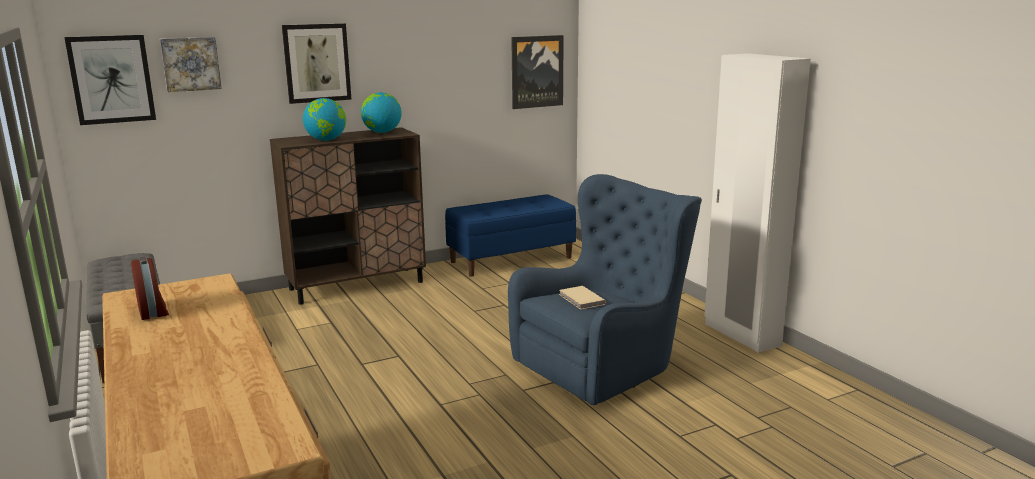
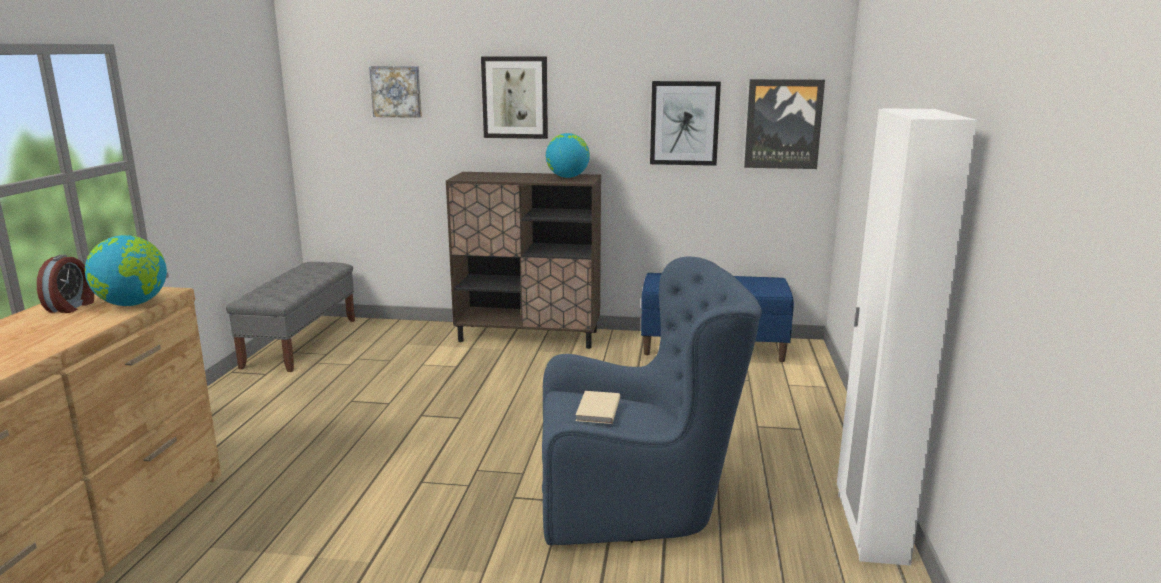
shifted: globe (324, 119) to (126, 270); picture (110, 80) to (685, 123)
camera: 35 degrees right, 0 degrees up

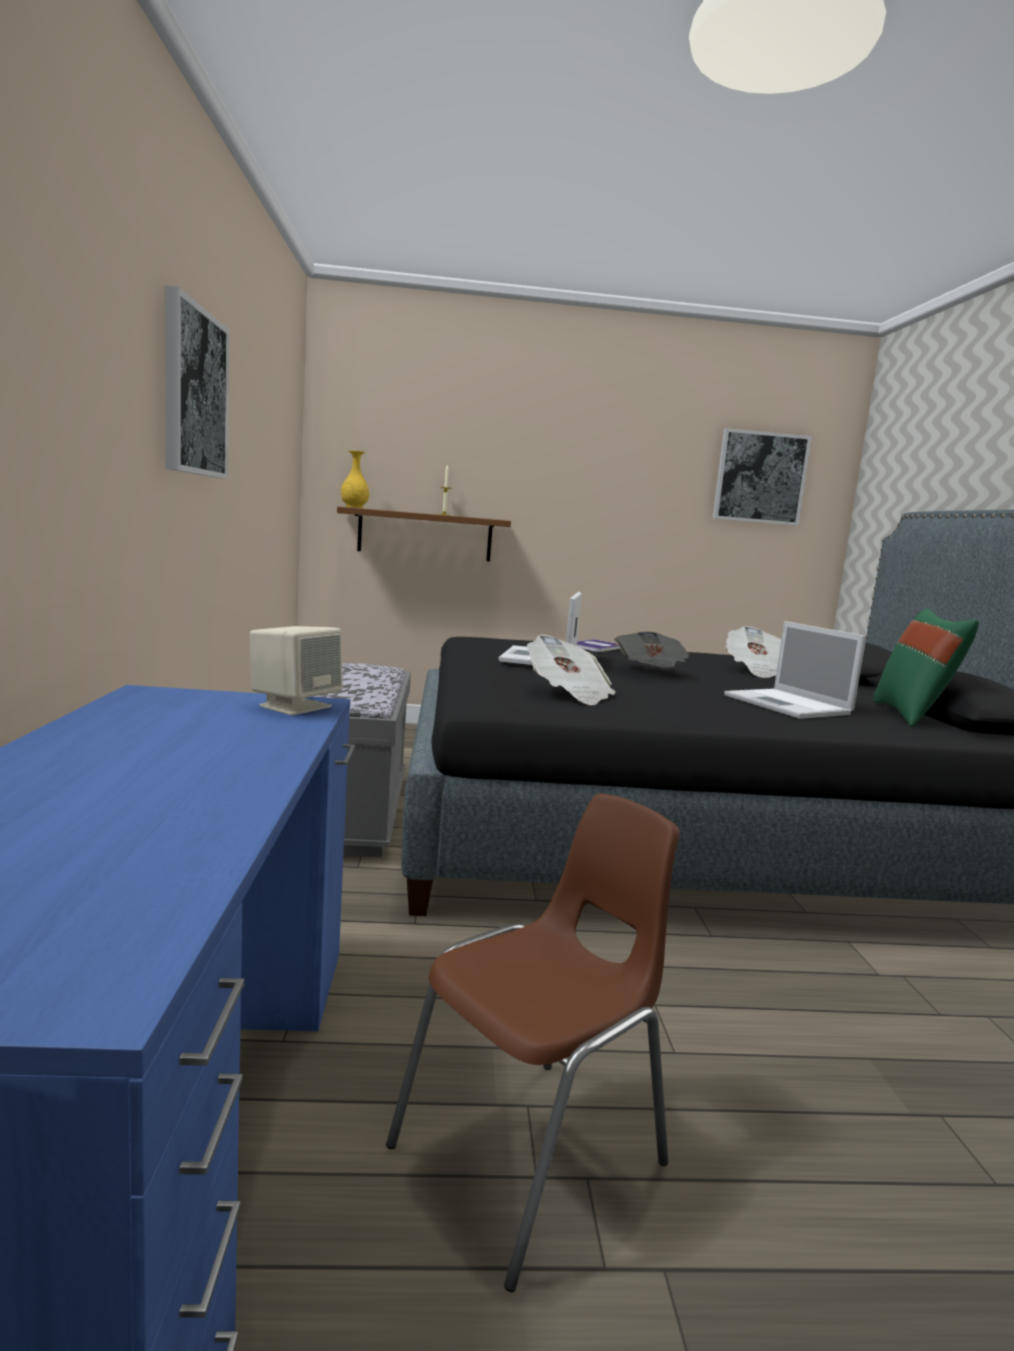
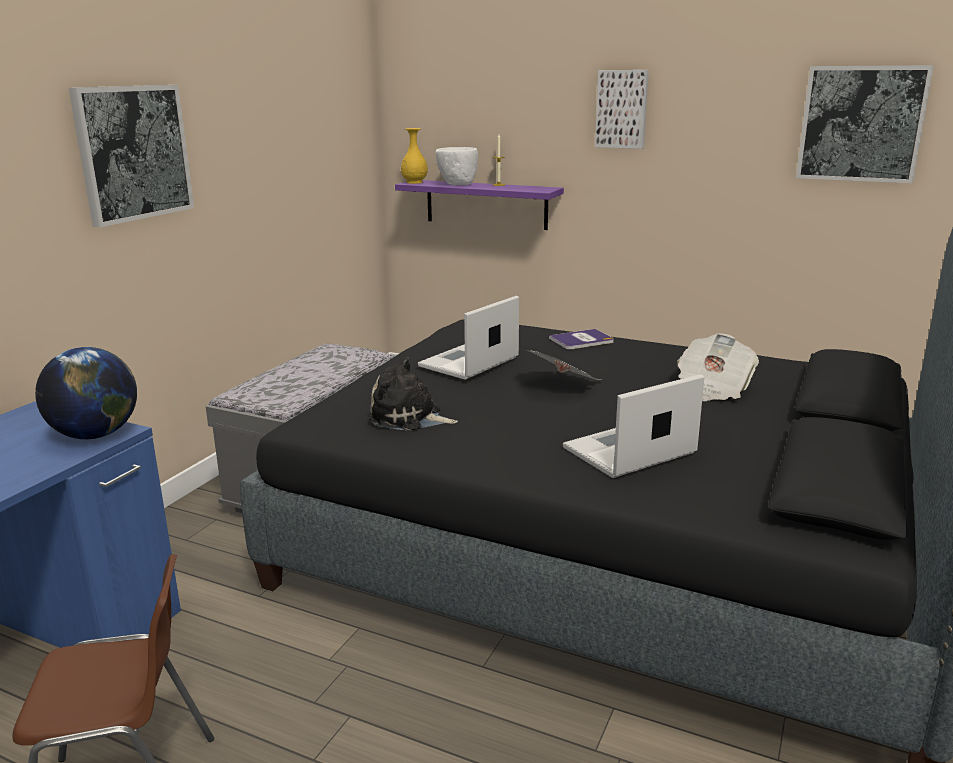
gone: green pillow (926, 667)
new: white bowl (457, 166); picture (622, 109)
swapped: beige speaker (296, 671) to globe (86, 393); newspaper (571, 669) to plush toy (413, 394)
repainted: brown shelf (424, 534) to purple shelf (479, 205)
rotated: laptop (795, 670) = (633, 426) 60 degrees clockwise
camera: 30 degrees right, 10 degrees up

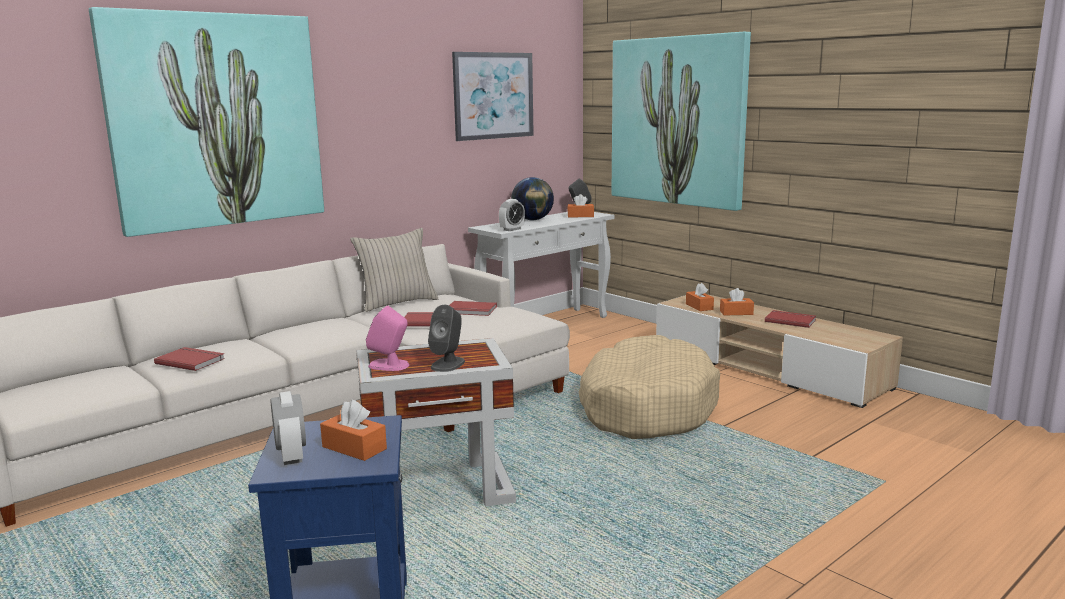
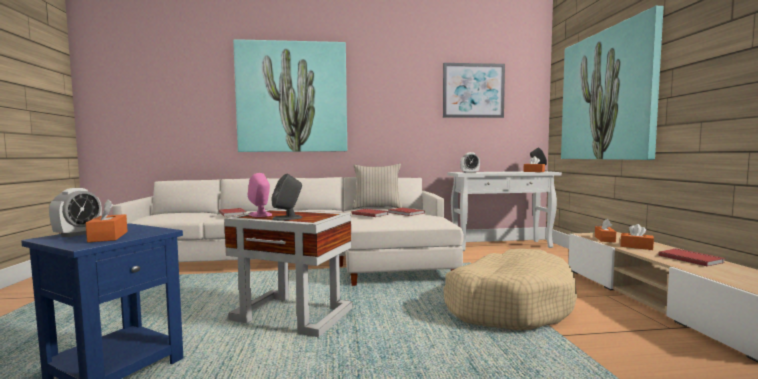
gone: globe (532, 198)
camera: 35 degrees right, 10 degrees down

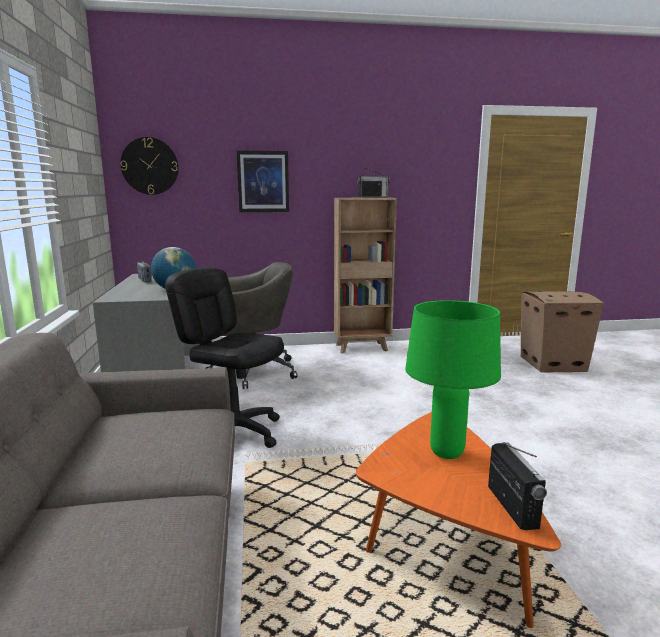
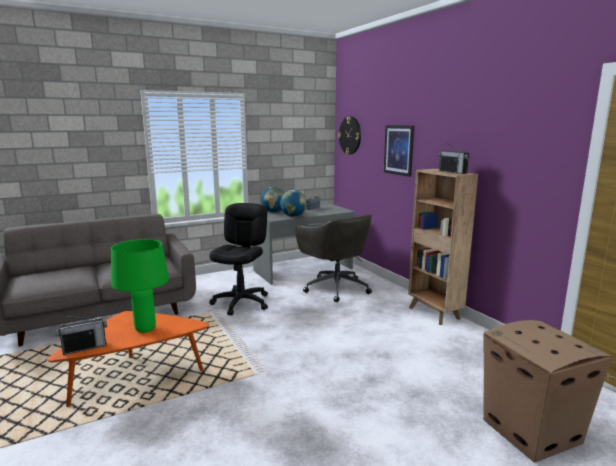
new: globe (272, 199)
camera: 70 degrees right, 0 degrees up

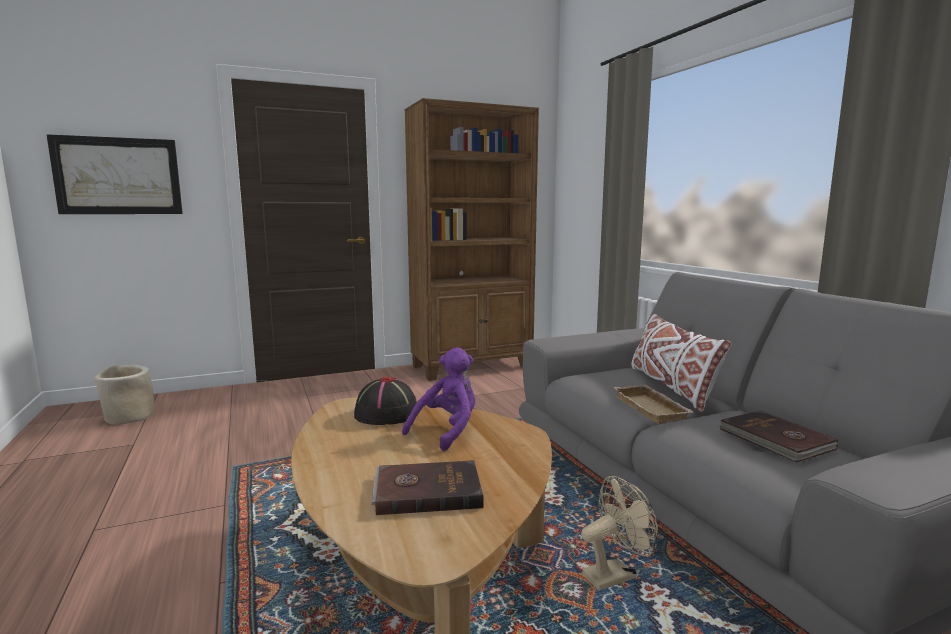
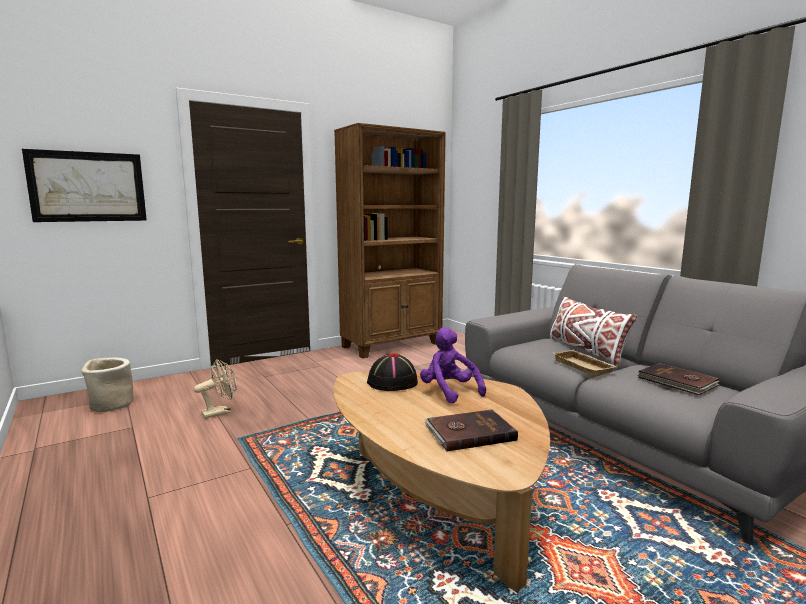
shifted: beige fan (619, 533) to (215, 389)
rotated: purple plush toy (438, 399) = (453, 365) 60 degrees counterclockwise
camera: 10 degrees left, 0 degrees up

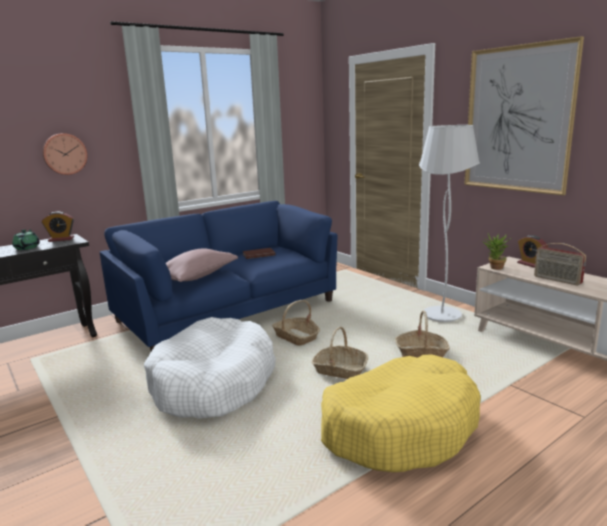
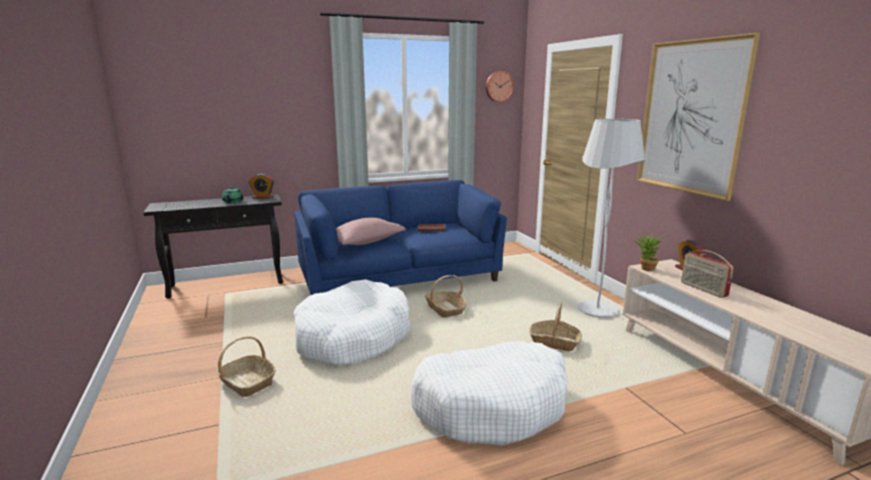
shifted: basket (340, 353) to (246, 366); wall clock (65, 154) to (500, 86)
repainted: yellow dog bed (401, 413) to white dog bed (489, 393)
camera: 15 degrees right, 0 degrees up

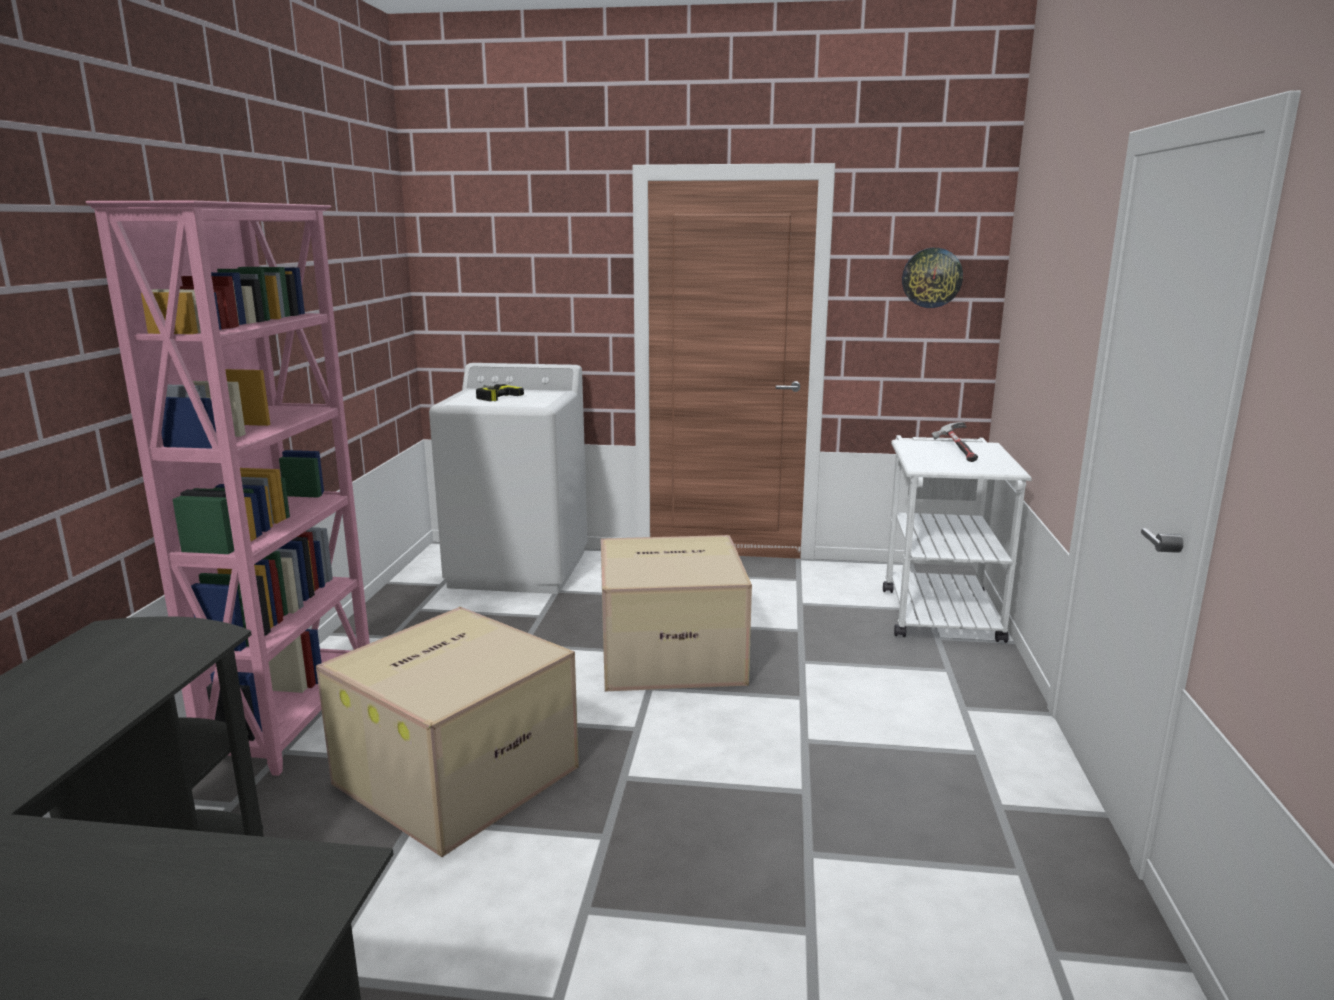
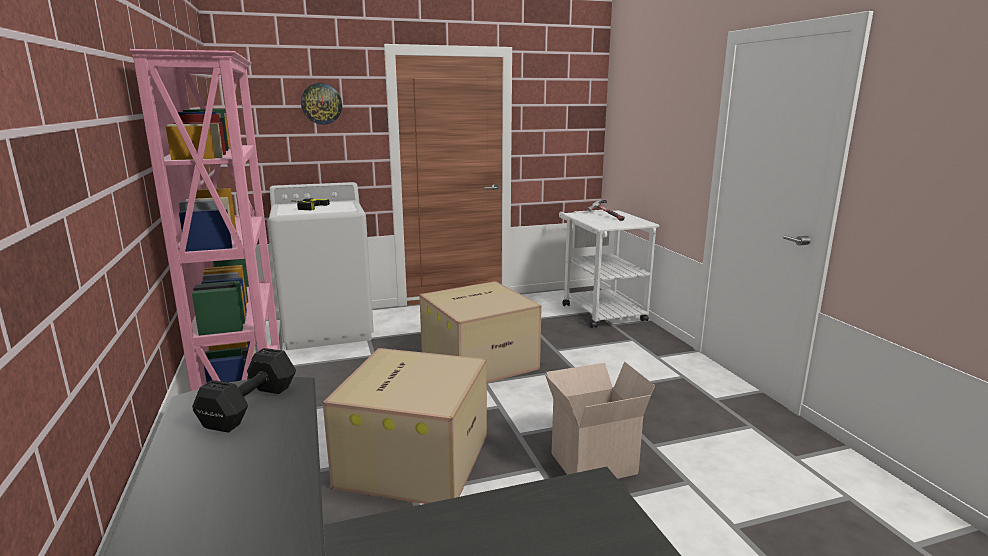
new: black dumbbell (244, 390); cardboard box (600, 420)
shifted: wall clock (932, 278) to (321, 104)
camera: 25 degrees left, 0 degrees up

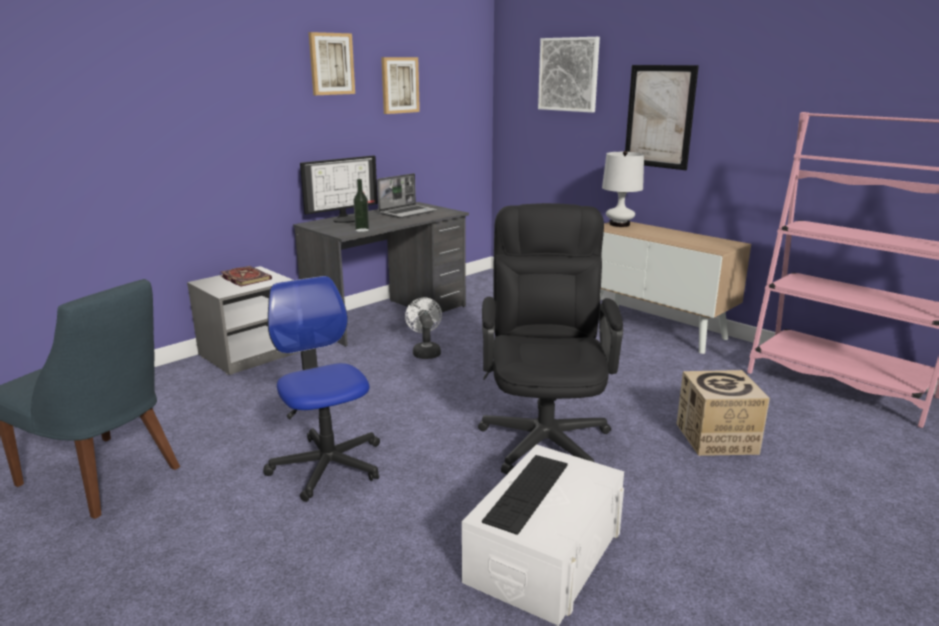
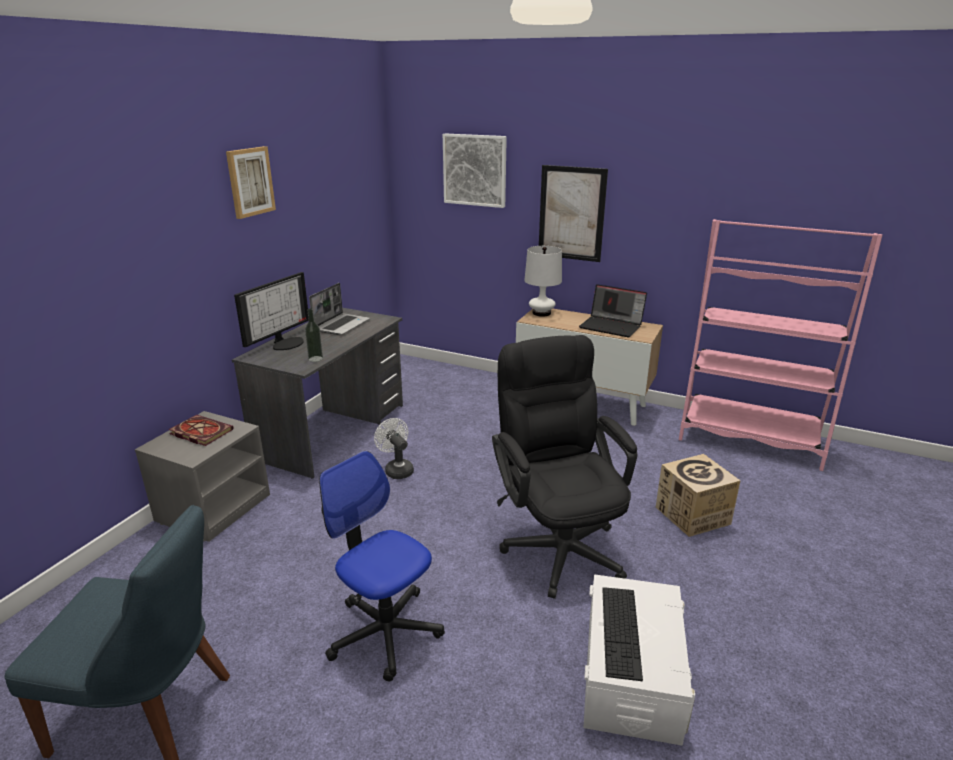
gone: picture (400, 85)
new: laptop (613, 310)
camera: 20 degrees left, 5 degrees up

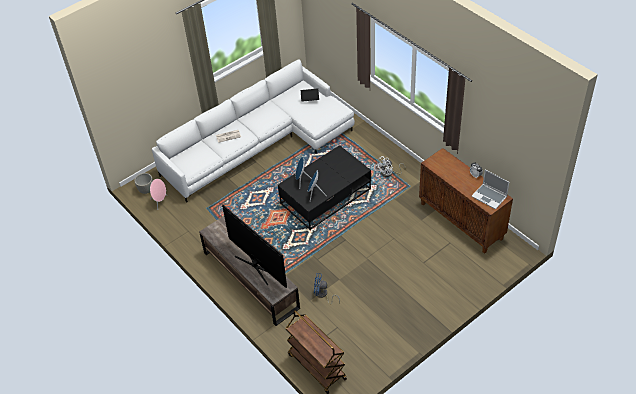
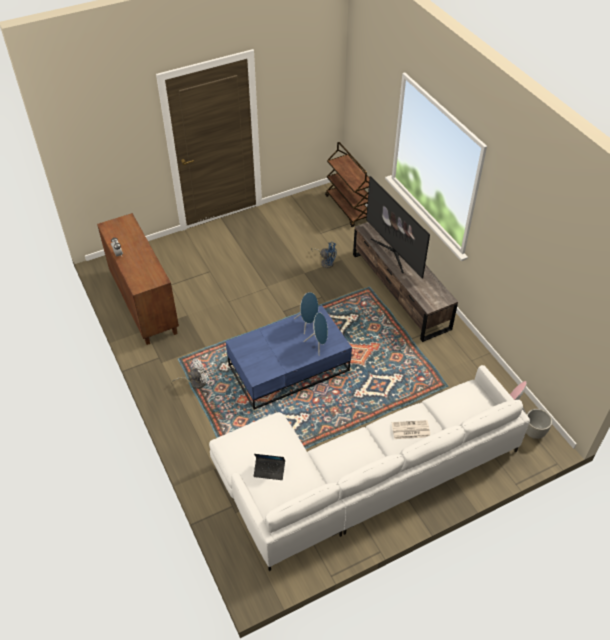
gone: laptop (490, 189)
repainted: black coffee table (324, 187) to blue coffee table (289, 357)
camera: 170 degrees left, 0 degrees up

